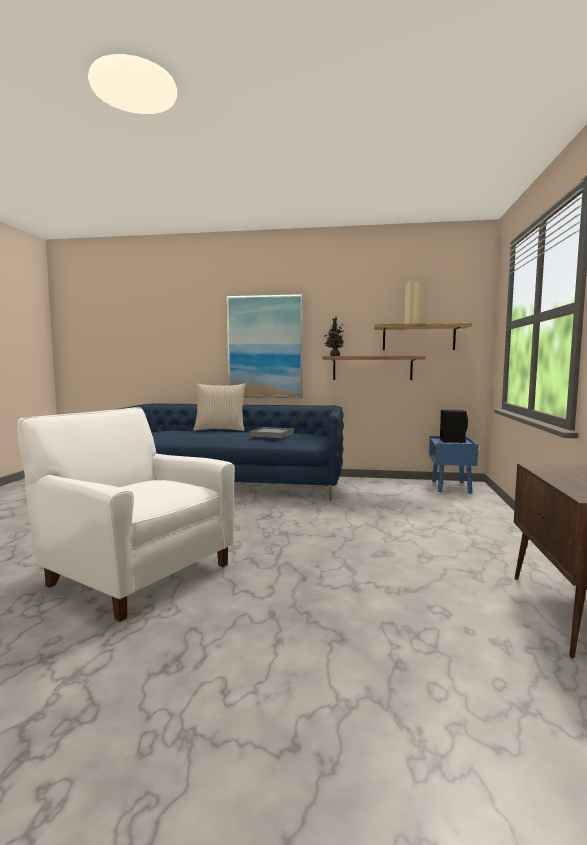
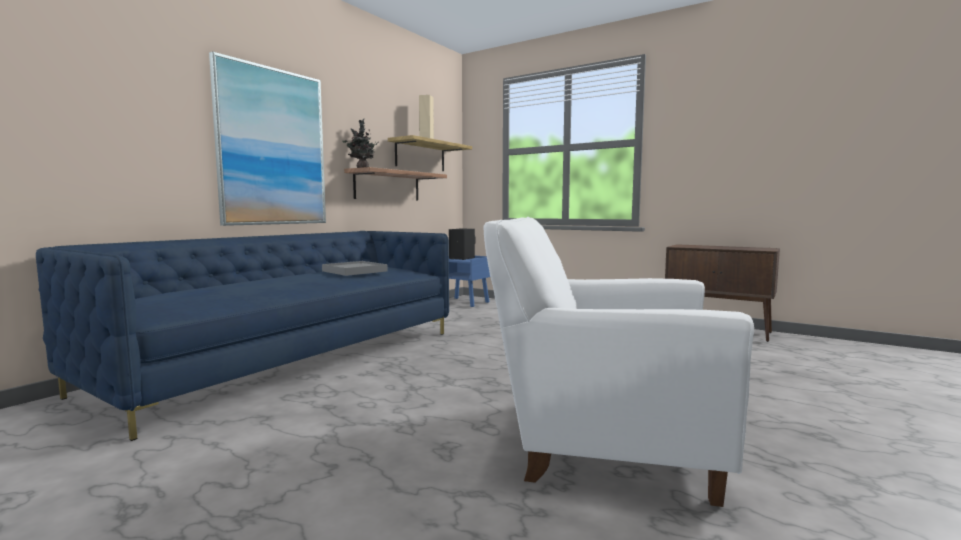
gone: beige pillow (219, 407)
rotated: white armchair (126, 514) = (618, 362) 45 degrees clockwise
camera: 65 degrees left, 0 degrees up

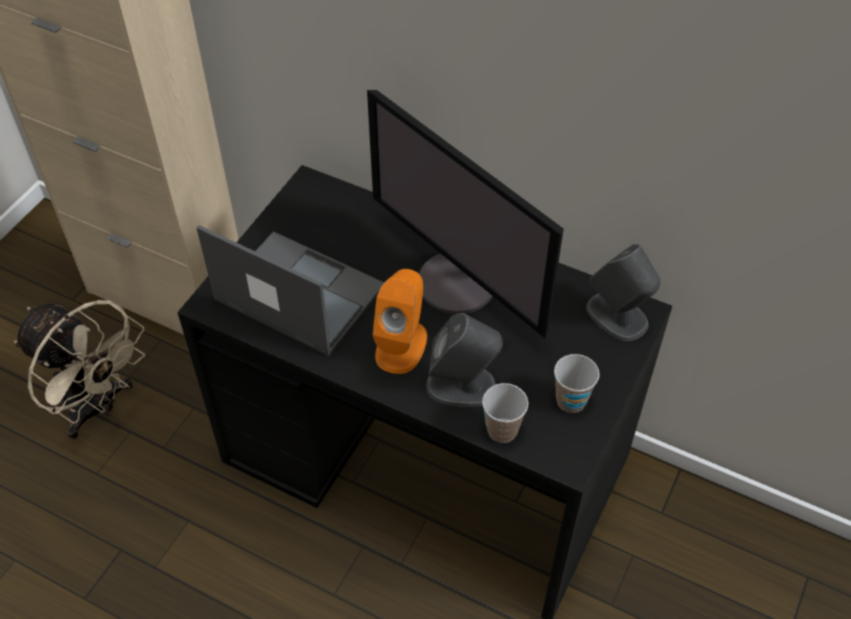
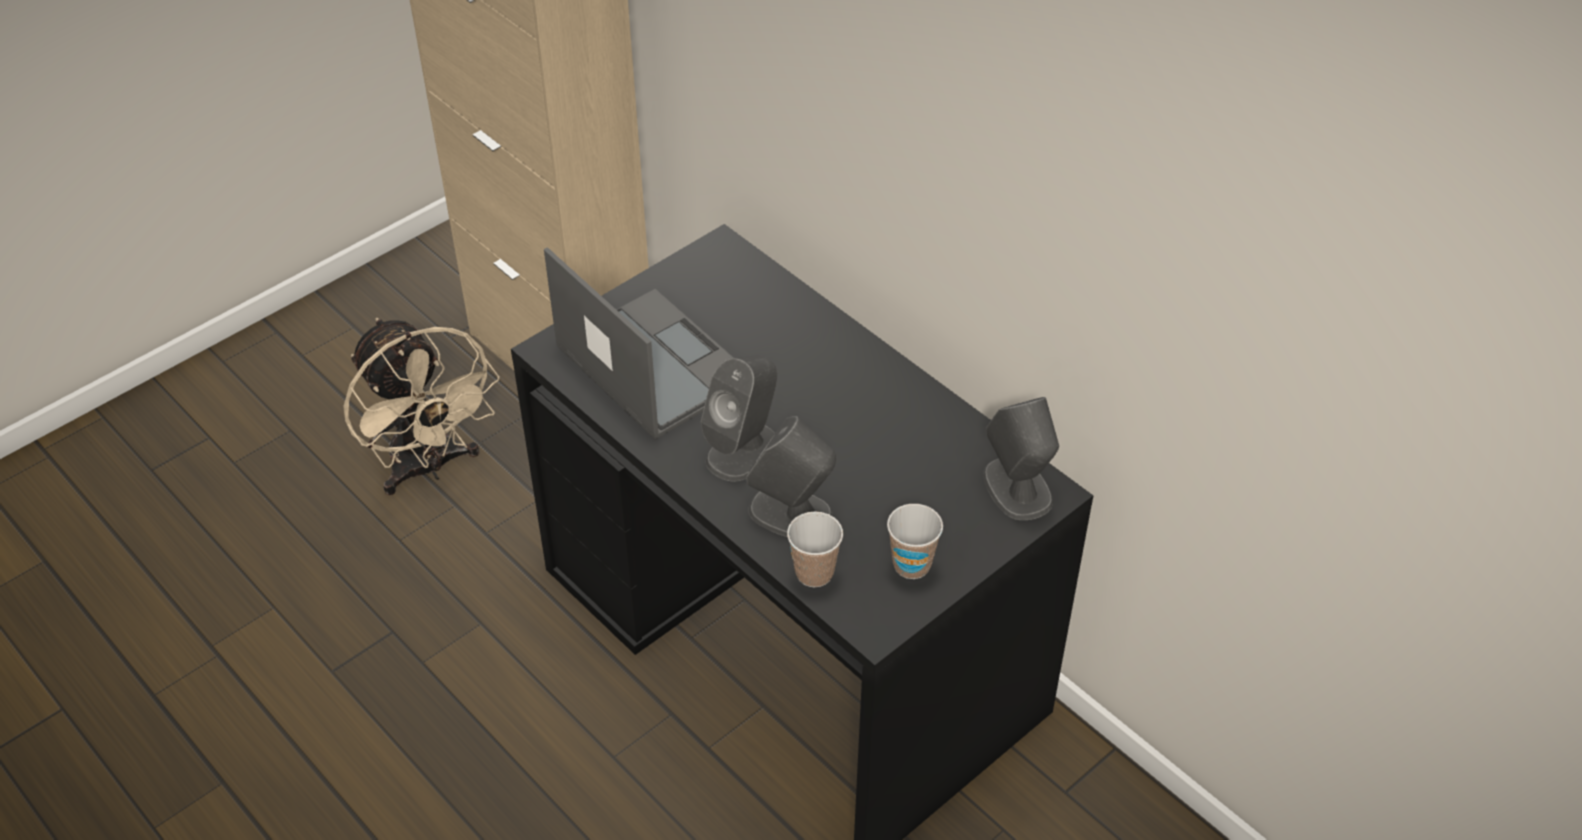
gone: monitor (465, 214)
repainted: orange speaker (400, 321) to grey speaker (739, 418)
camera: 20 degrees right, 5 degrees down

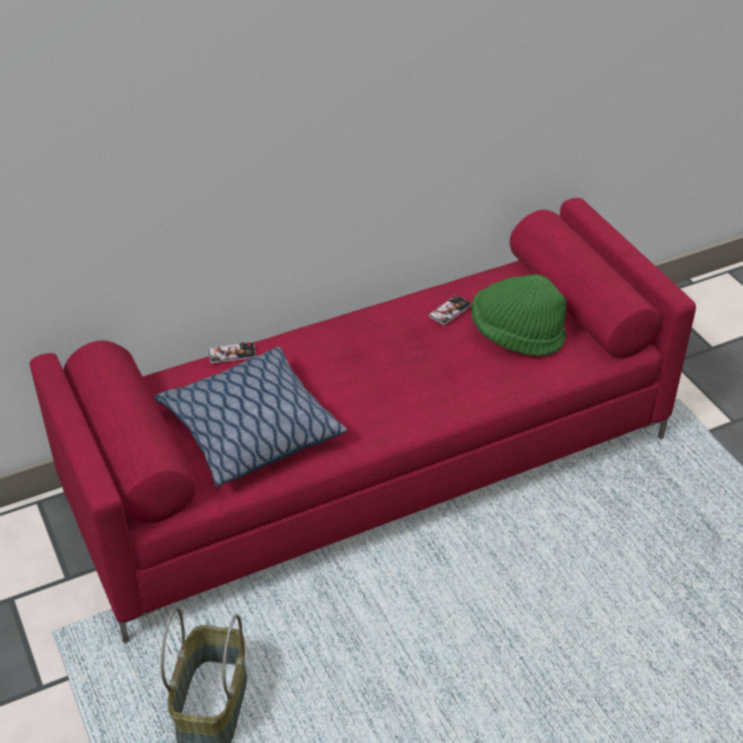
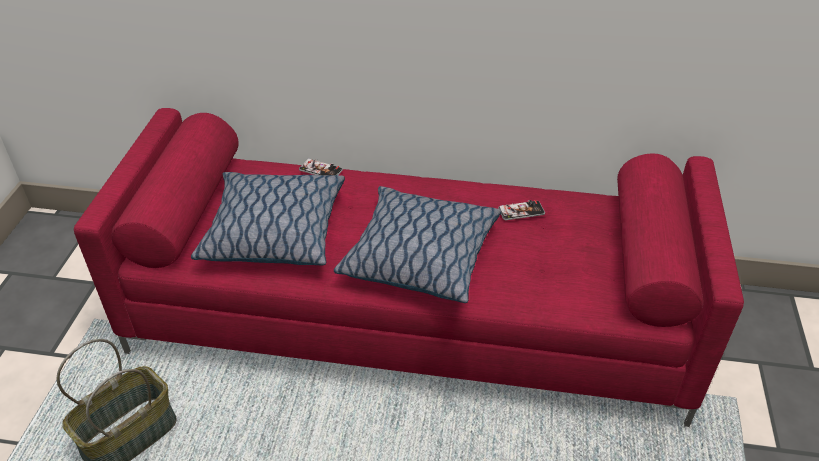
gone: green hat (519, 315)
new: pillow (417, 244)
camera: 35 degrees right, 0 degrees up

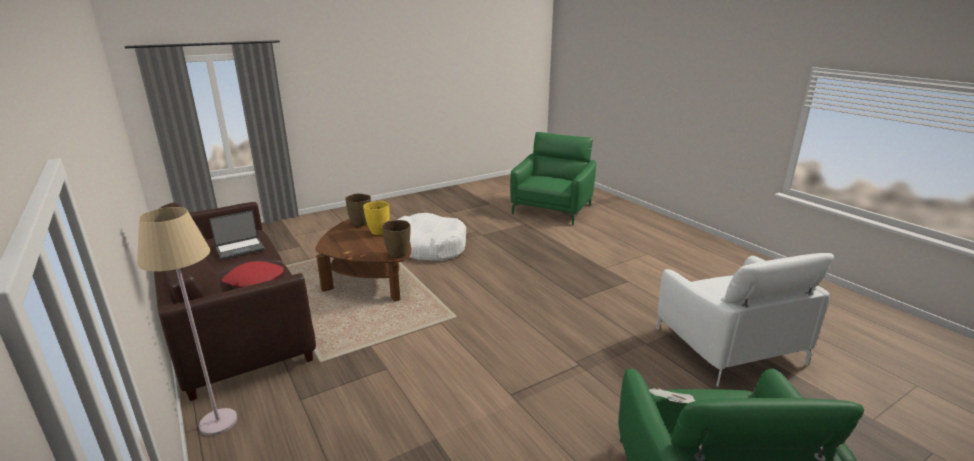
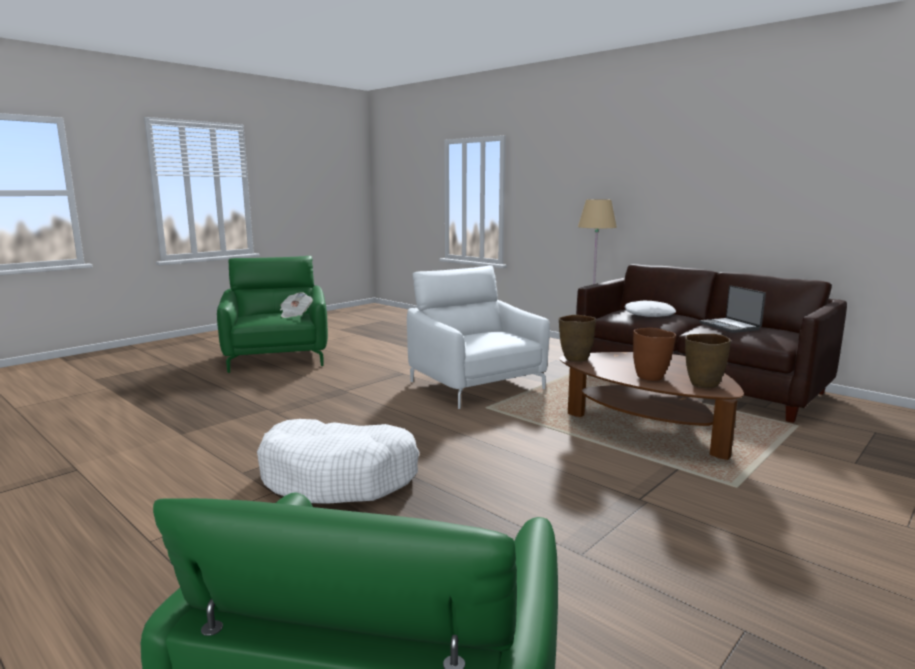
shifted: white dog bed (431, 237) to (338, 461); white armchair (745, 320) to (478, 337)
repainted: red pillow (253, 274) to white pillow (650, 309); yellow vase (376, 218) to brown vase (654, 354)
rotated: laptop (237, 235) = (732, 309) 60 degrees counterclockwise
camera: 165 degrees right, 10 degrees down

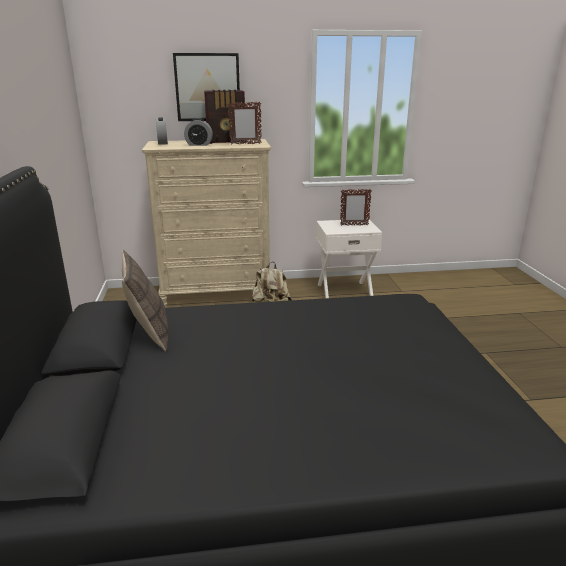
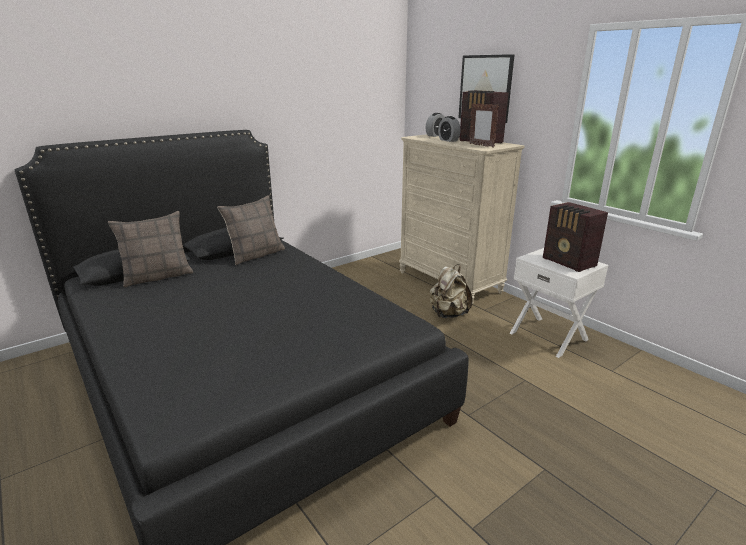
new: pillow (150, 249)
swapped: picture frame (356, 207) to radio (575, 237)
camera: 60 degrees right, 0 degrees up

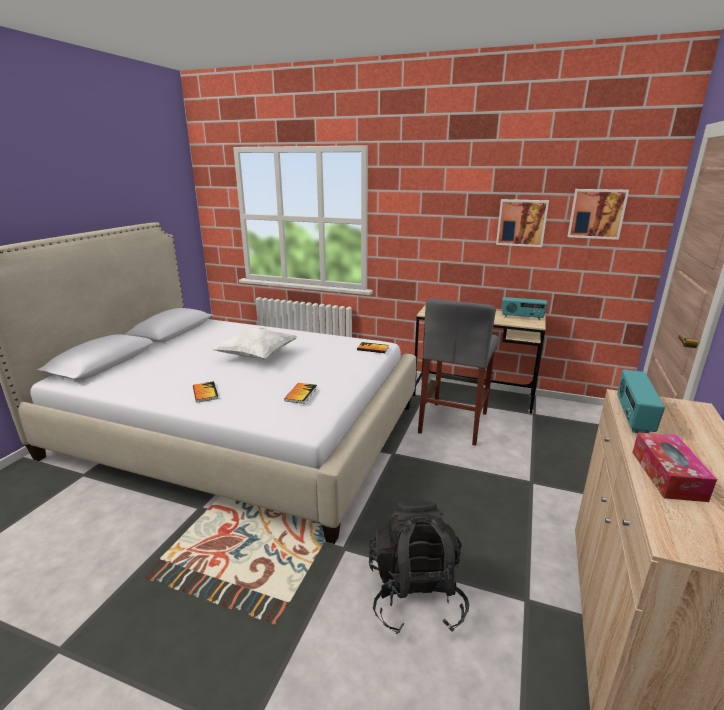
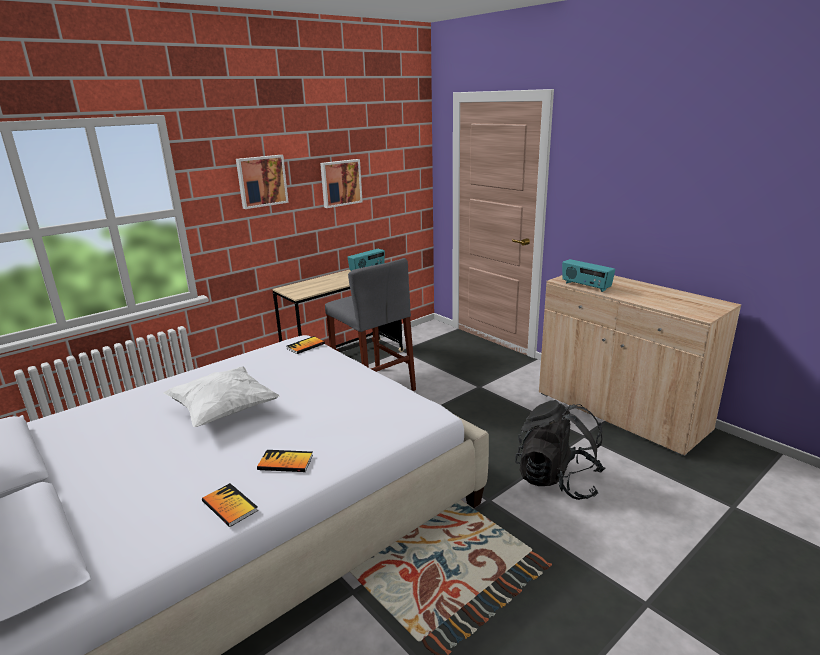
gone: tissue box (674, 467)
shifted: book (300, 393) to (230, 505); picture (598, 214) to (262, 182)
camera: 60 degrees left, 0 degrees up

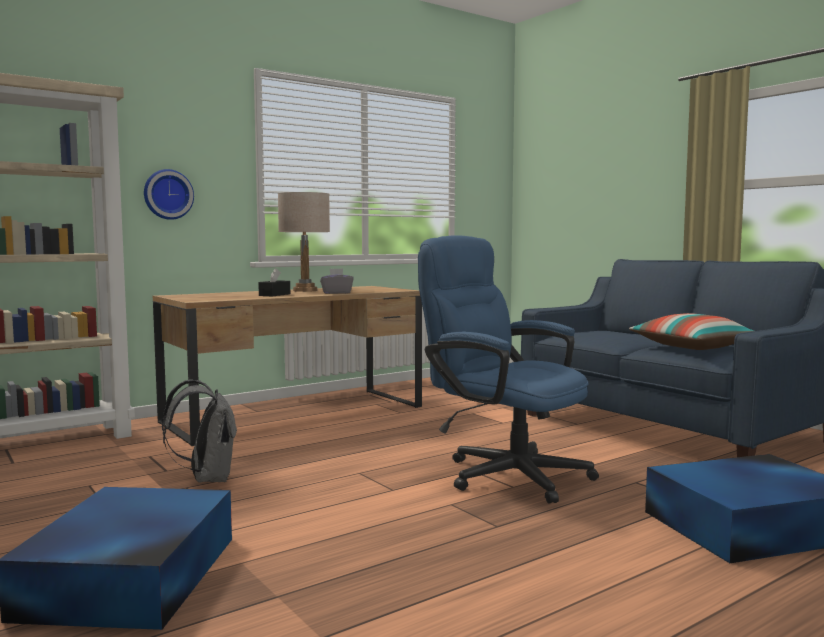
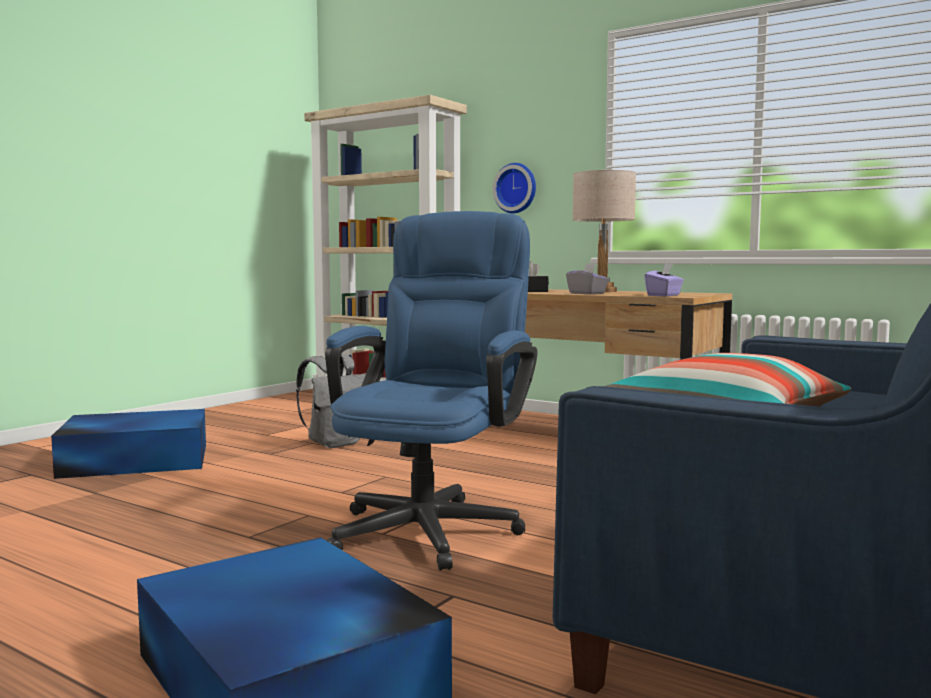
new: purple tissue box (664, 279)
camera: 70 degrees right, 0 degrees up

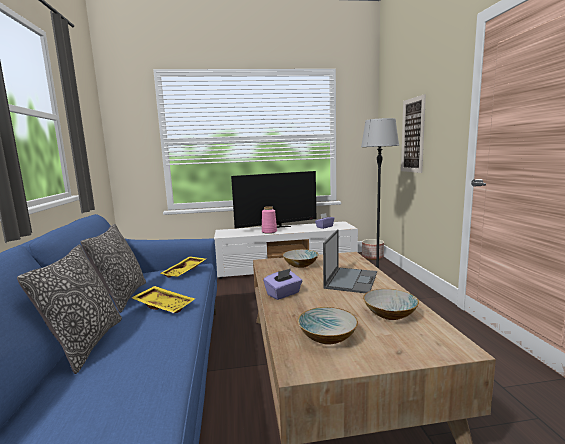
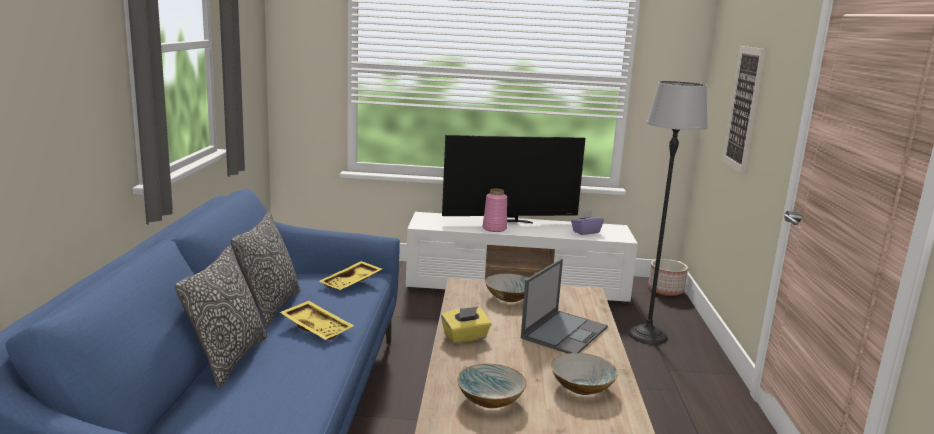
repainted: purple tissue box (282, 284) to yellow tissue box (466, 325)
camera: 10 degrees right, 5 degrees up

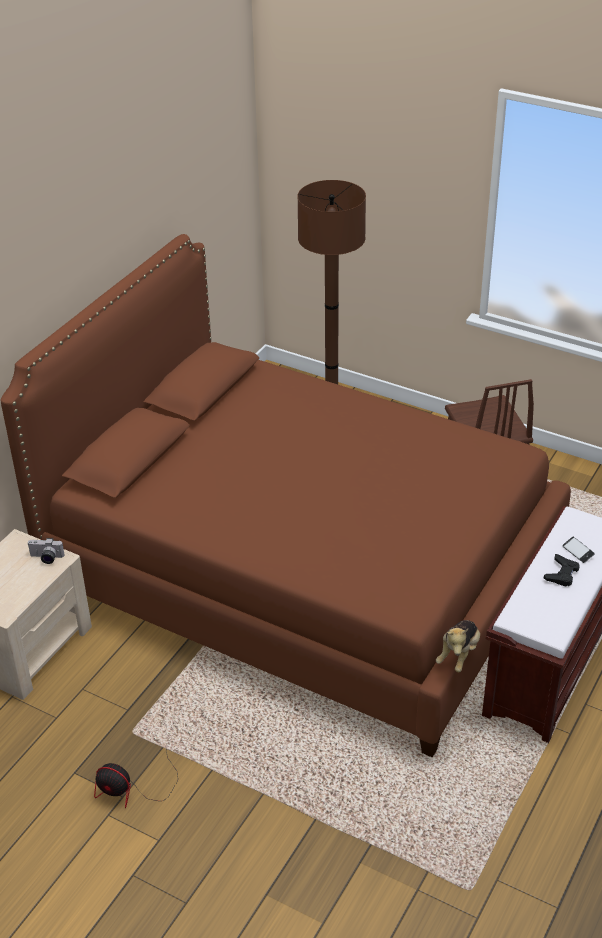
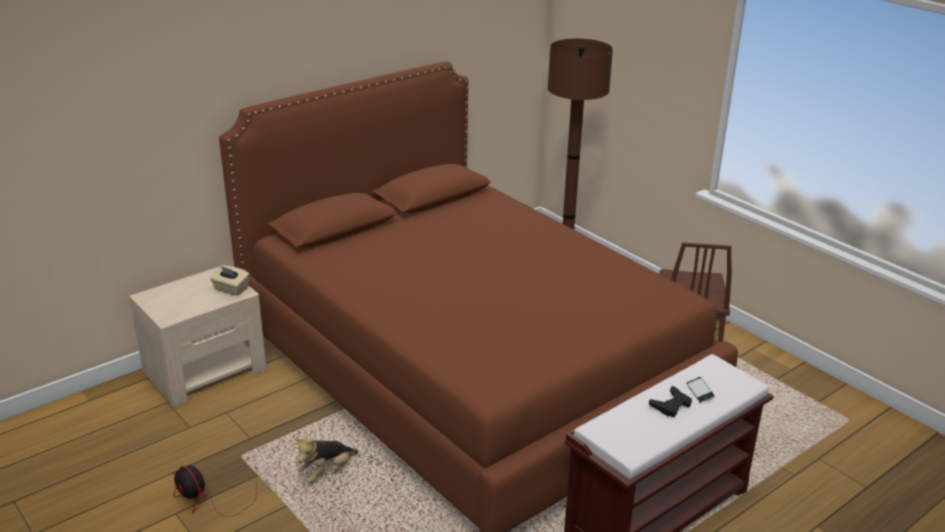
shifted: plush toy (458, 646) to (326, 460)
swapped: photo camera (46, 551) to beige tissue box (230, 280)
camera: 20 degrees right, 10 degrees down

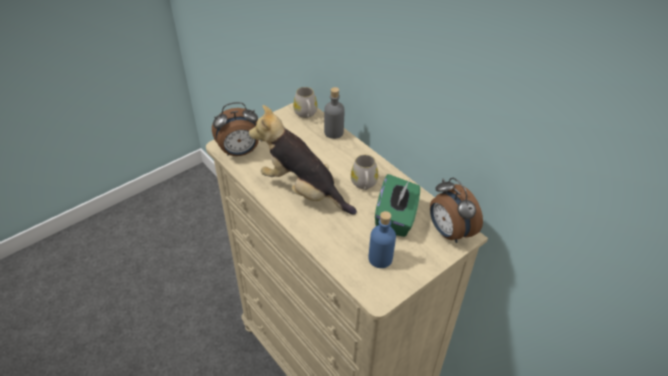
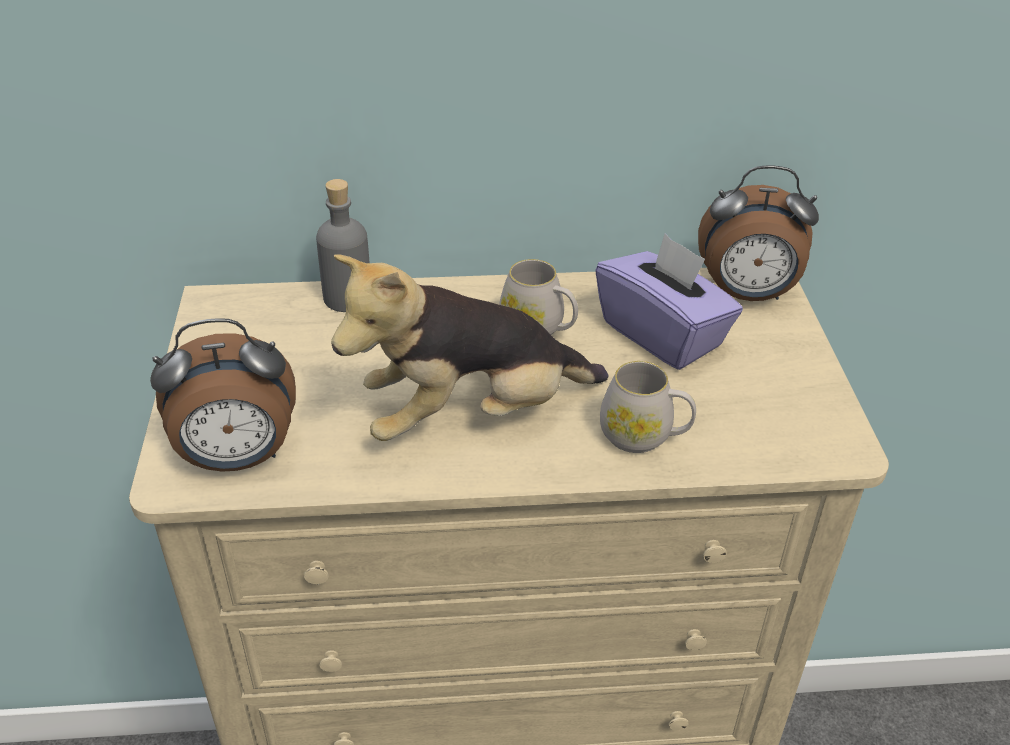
gone: blue bottle (382, 239)
shifted: white mug (305, 102) to (648, 407)
repainted: green tissue box (397, 205) to purple tissue box (669, 302)
rotated: alarm clock (235, 129) = (223, 395) 60 degrees clockwise
camera: 55 degrees left, 5 degrees down

